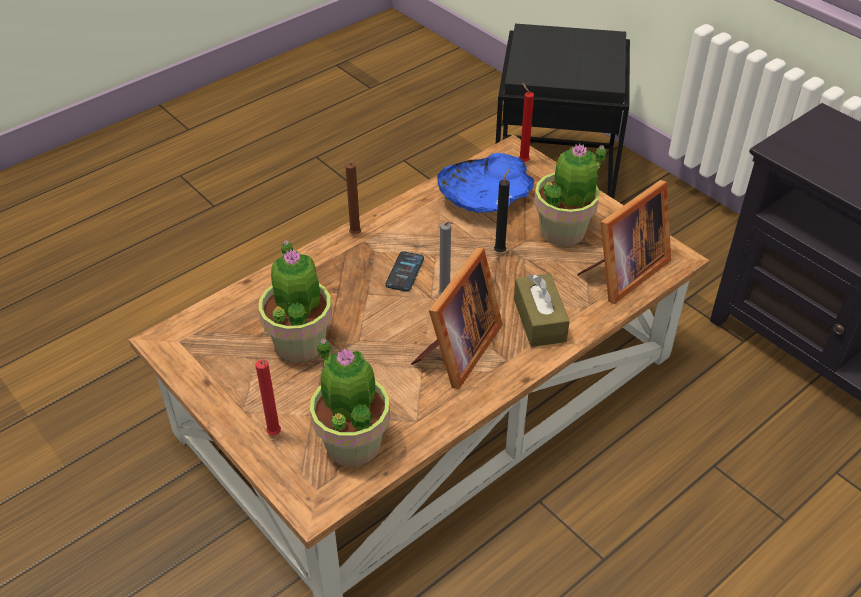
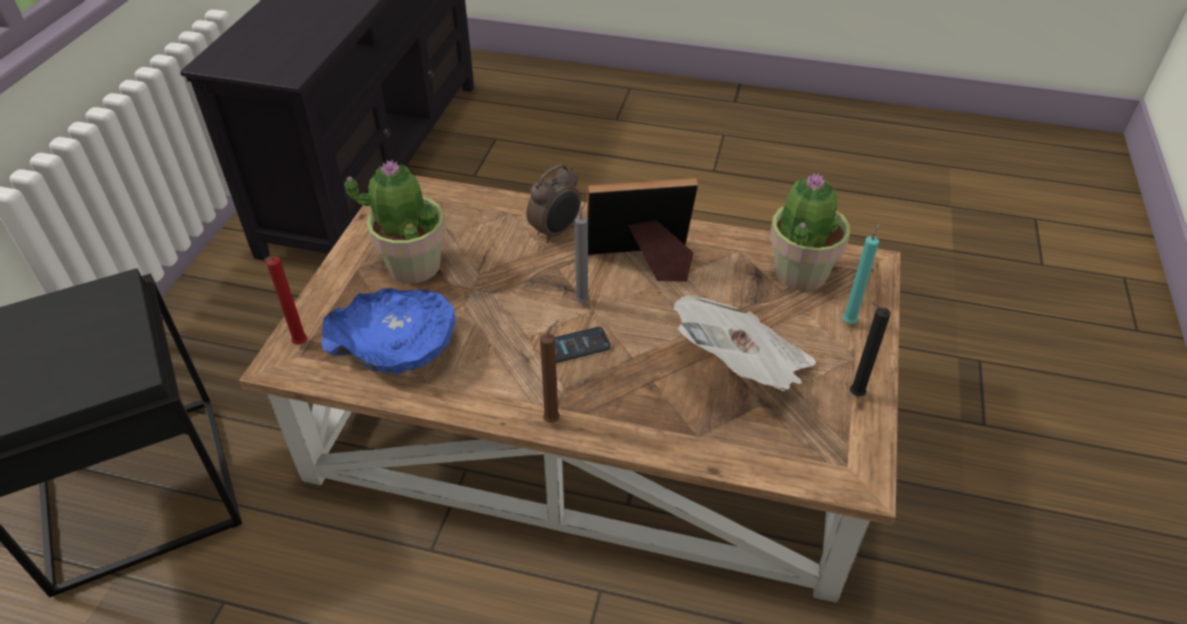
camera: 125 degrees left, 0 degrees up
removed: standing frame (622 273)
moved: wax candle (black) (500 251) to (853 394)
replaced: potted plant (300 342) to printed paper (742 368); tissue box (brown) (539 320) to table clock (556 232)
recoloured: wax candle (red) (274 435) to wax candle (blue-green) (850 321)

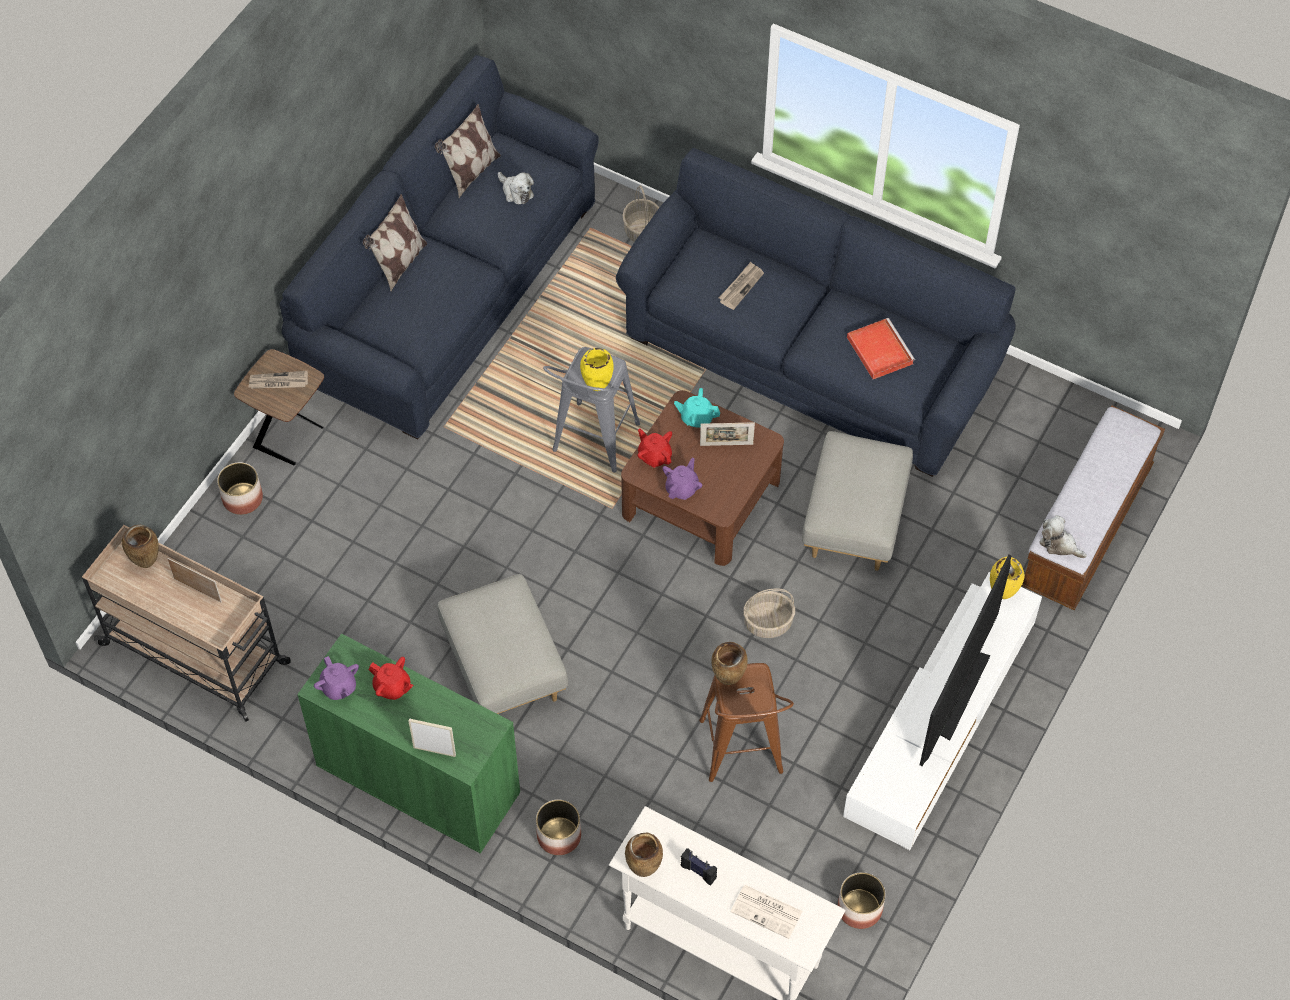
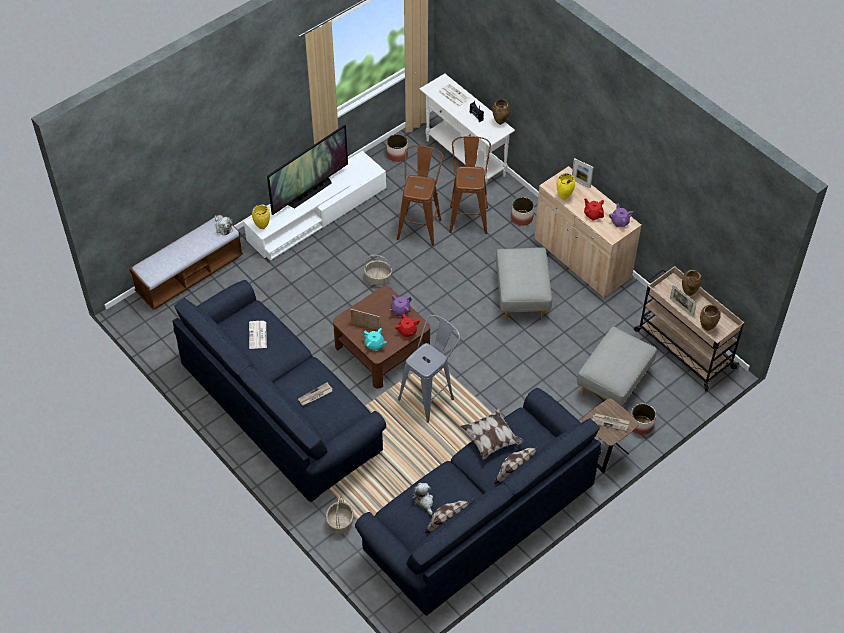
camera: 160 degrees left, 5 degrees down
added: stool (brown) (469 215); throw pillow (491 440)
moved: vase (yellow) (597 387) to (564 198); footrest (greyish) (853 520) to (614 382); vase (brown) (728 680) to (688 293)
replaced: tray (red) (878 349) to printed paper (258 335)
recoloured: cupboard (green) (418 780) to cupboard (sand-coloured) (582 259)

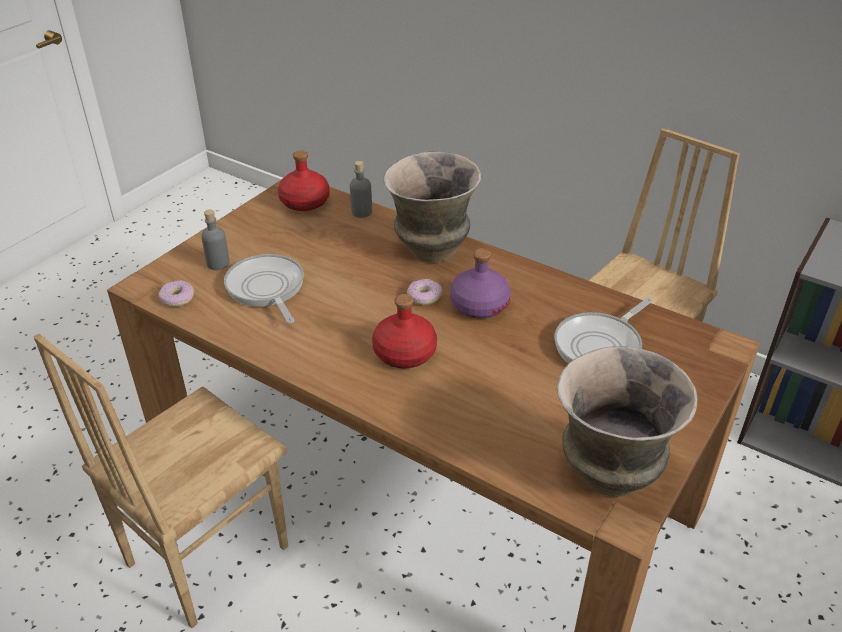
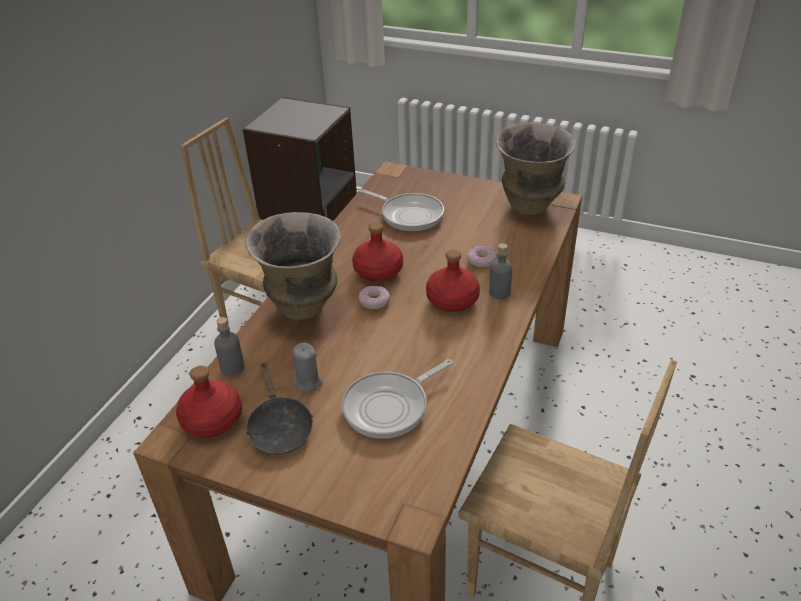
camera: 100 degrees left, 0 degrees up
added: wax candle (greyish) (307 382); pan (black) (279 427)
moved: beverage bottle (greyish) (218 263) to (499 292); donut (177 298) to (482 260)
recoloured: beverage bottle (purple) (478 305) to beverage bottle (red) (378 271)

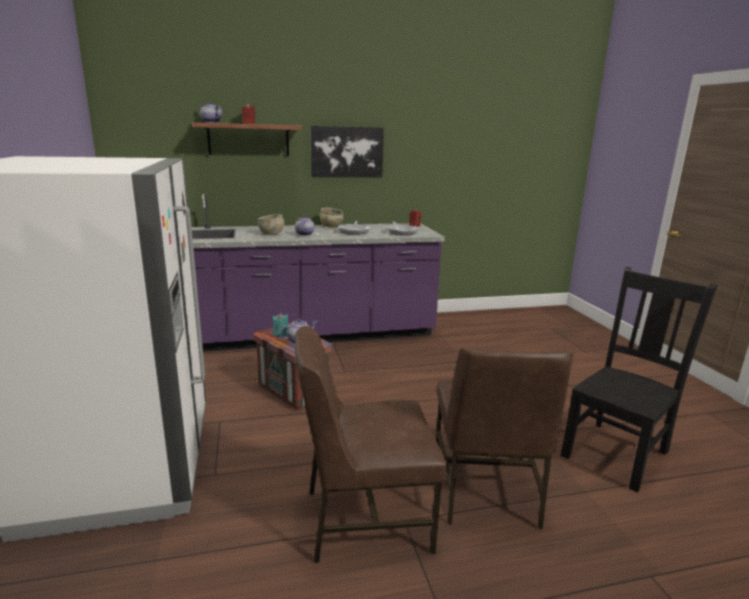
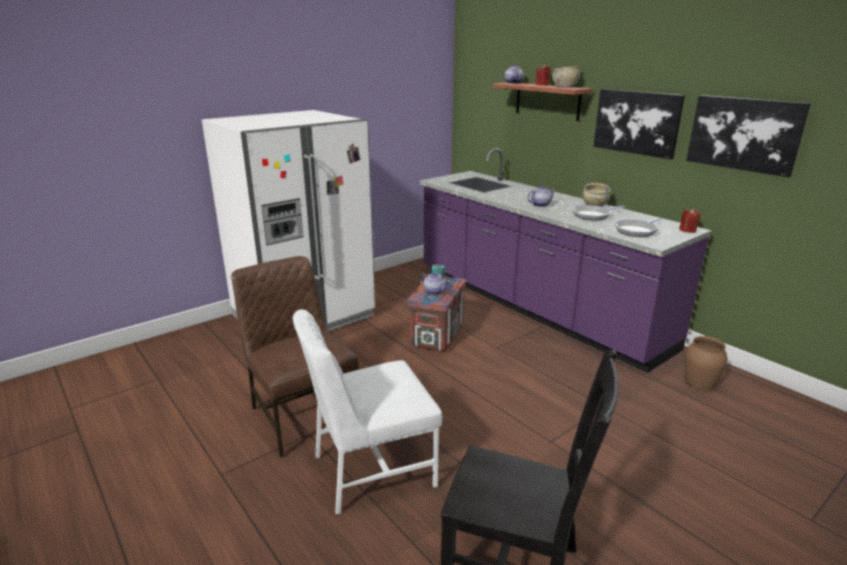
camera: 65 degrees right, 5 degrees up
added: wall art (744 134); vase (brown) (700 383)
moved: deep dish (sand-coloured) (271 233) to (564 87)
recoloured: upright chair (brown) (485 490) to upright chair (white) (371 470)

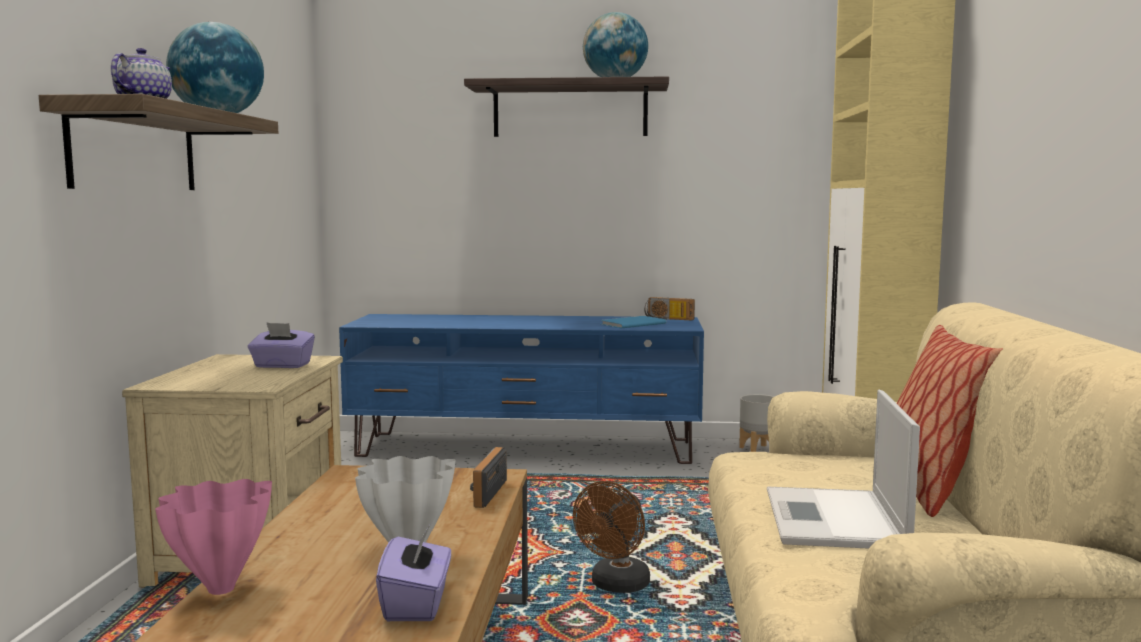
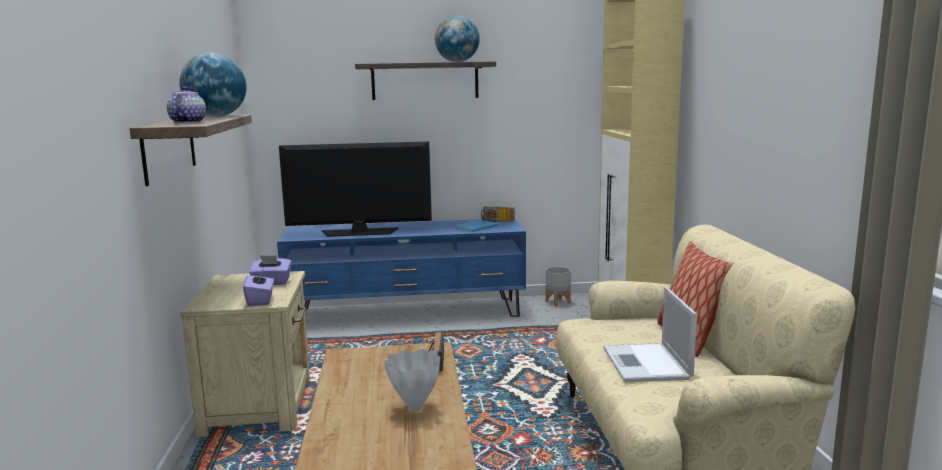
camera: 10 degrees left, 5 degrees up
removed: vase (pink) (219 590); fan (brown) (616 586)
added: TV set (359 232)
moved: tissue box (purple) (417 604) to (260 300)

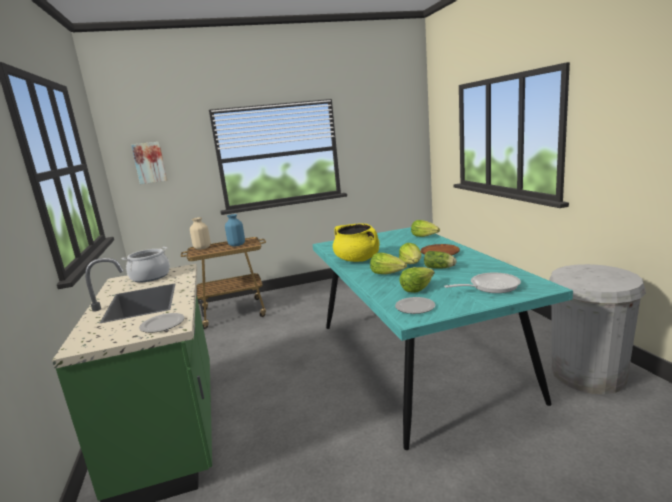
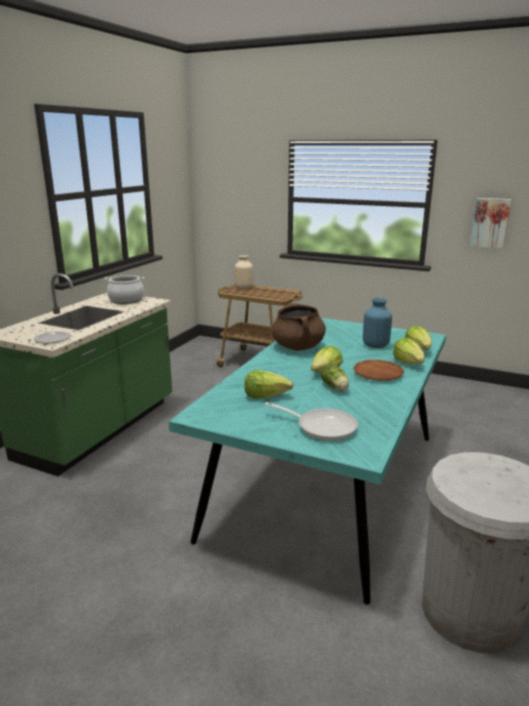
camera: 40 degrees right, 5 degrees up
removed: flat dish (415 307)
moved: wall art (149 162) to (490 223); vase (blue) (237 245) to (376 346); head of lettuce (387 273) to (409 363)
recoloured: cooking pot (yellow) (357 259) to cooking pot (brown) (298 347)

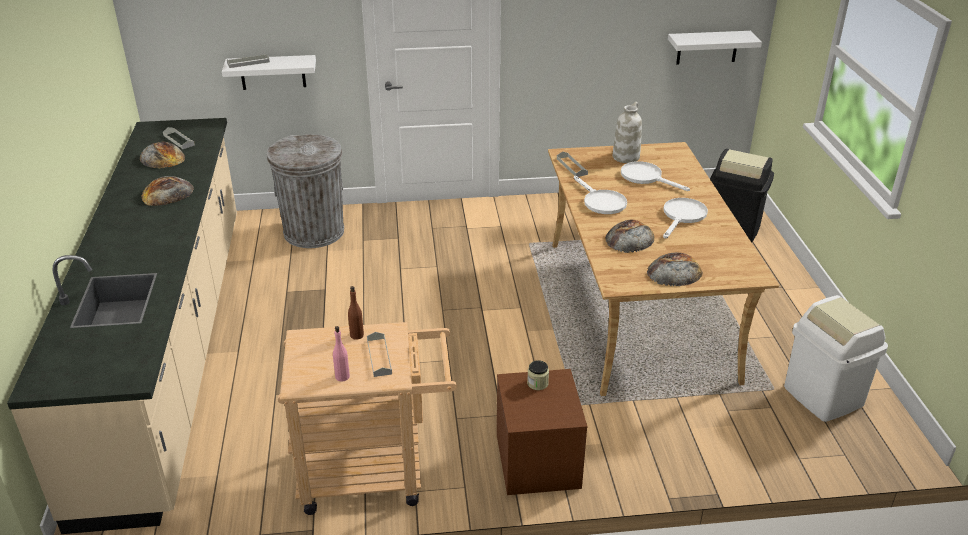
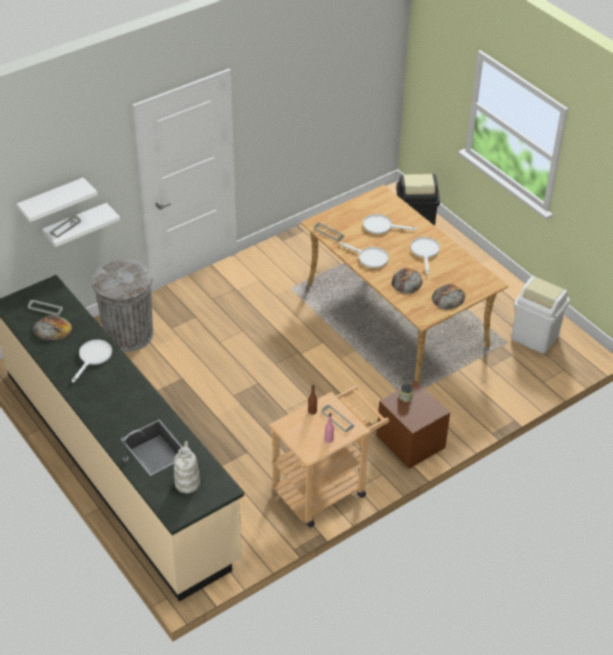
camera: 30 degrees left, 10 degrees up
moved: wall shelf (white) (707 47) to (52 201); vase (white) (625 157) to (187 483)
replaced: baked bread (167 193) to pan (white) (93 357)

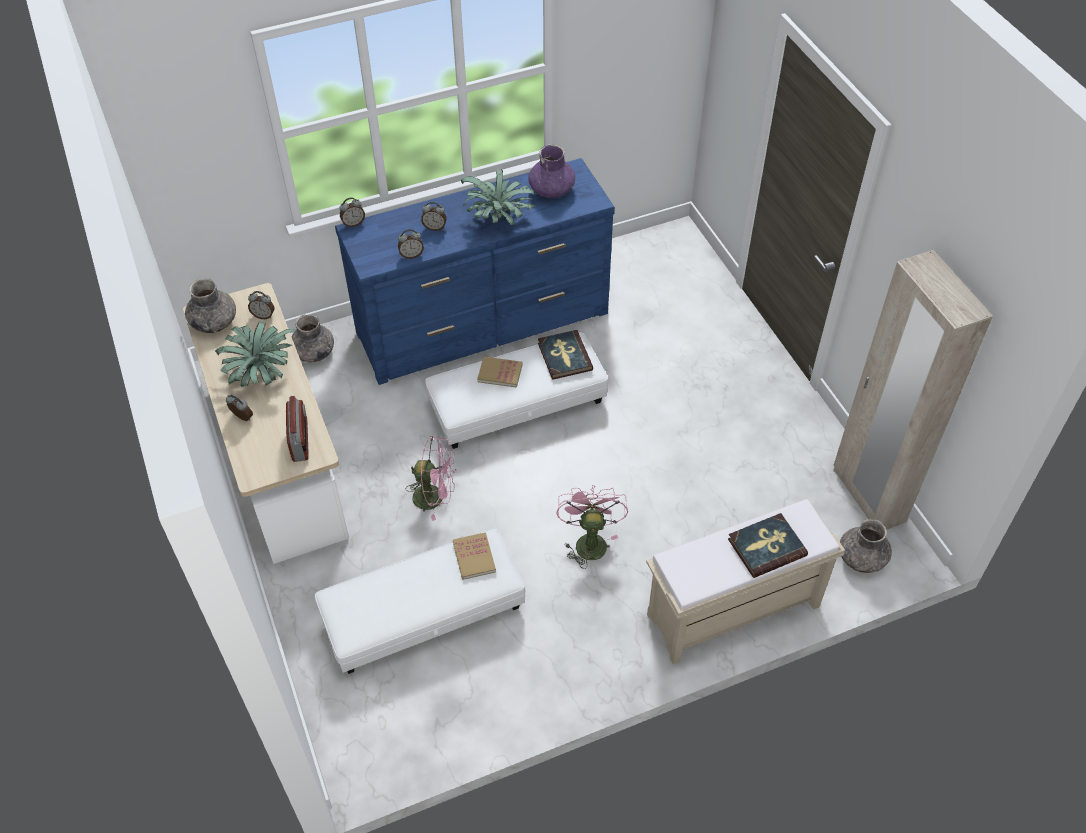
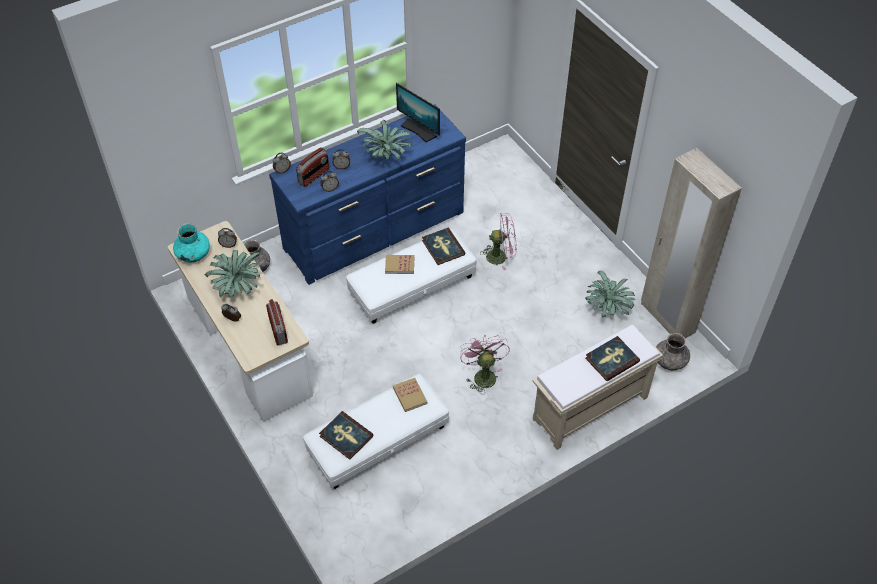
camera: 10 degrees left, 0 degrees up
added: radio (314 176); potted plant (608 308); book (346 436)
moved: fan (pink) (435 497) to (501 256)
replaced: vase (purple) (552 190) to computer display (419 130)
recoloured: vase (greyish) (214 322) to vase (blue-green) (193 254)

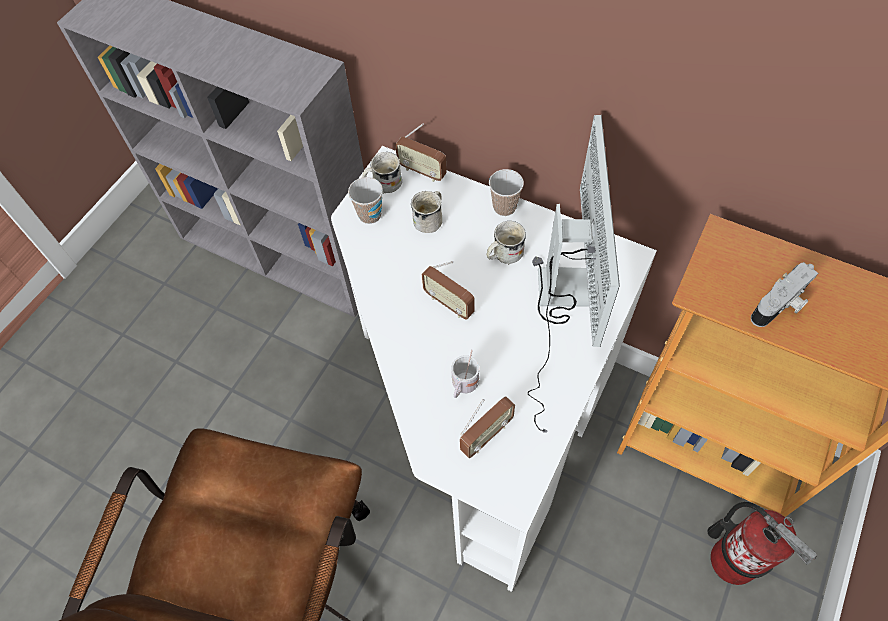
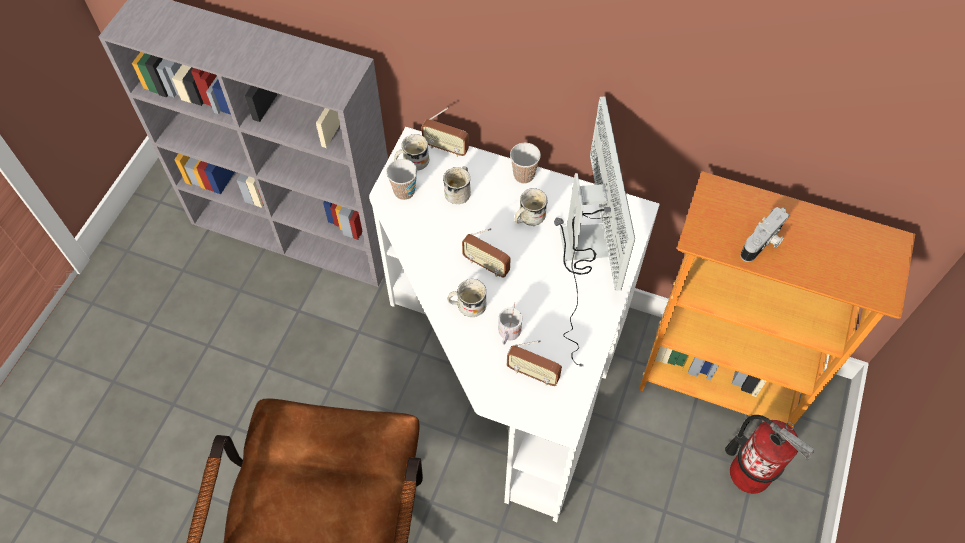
camera: 10 degrees left, 0 degrees up
added: tea mug (white) (467 305)
turned: radio (486 435) = (533 373) 75 degrees clockwise

